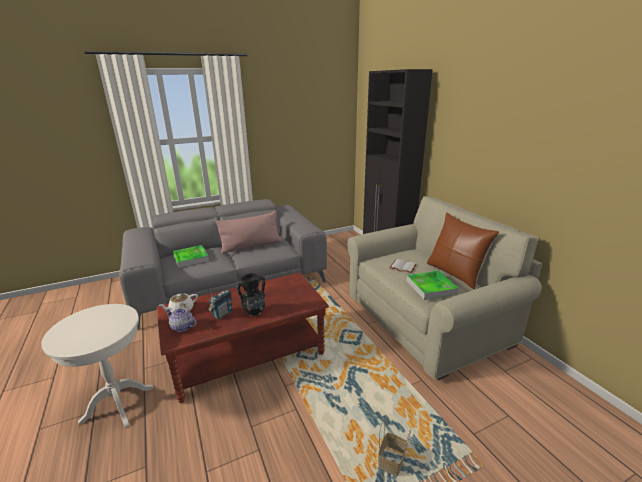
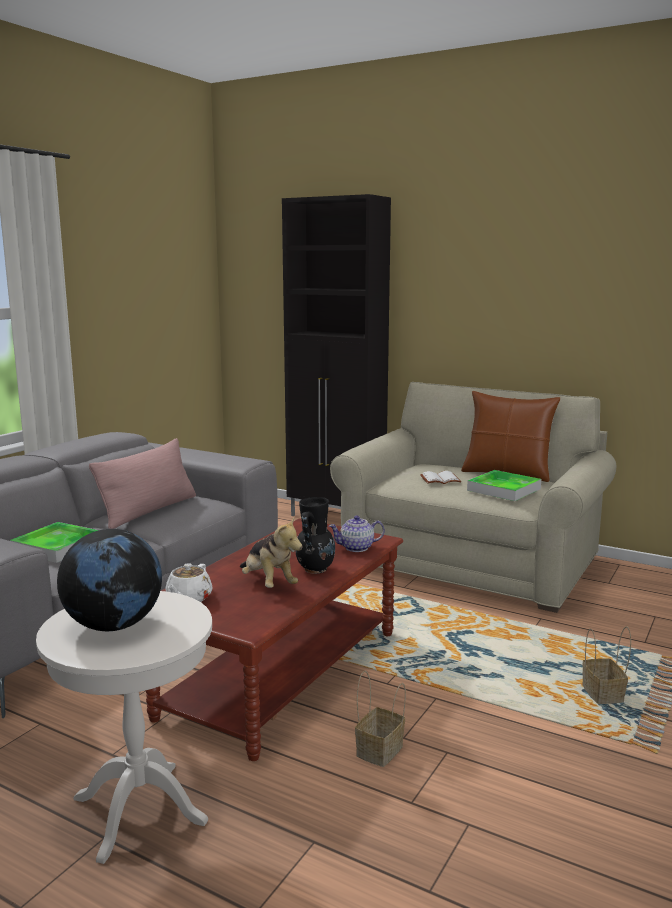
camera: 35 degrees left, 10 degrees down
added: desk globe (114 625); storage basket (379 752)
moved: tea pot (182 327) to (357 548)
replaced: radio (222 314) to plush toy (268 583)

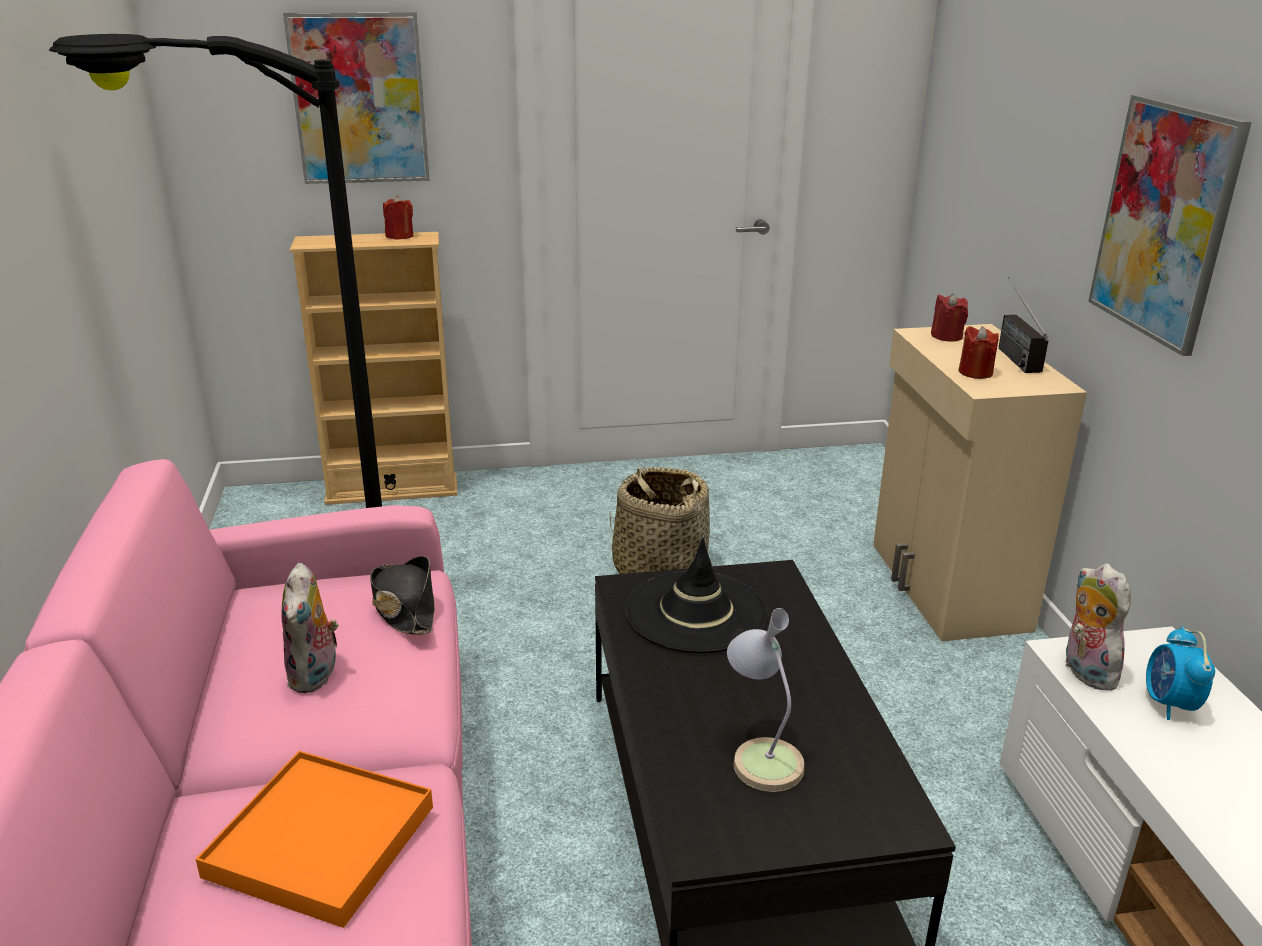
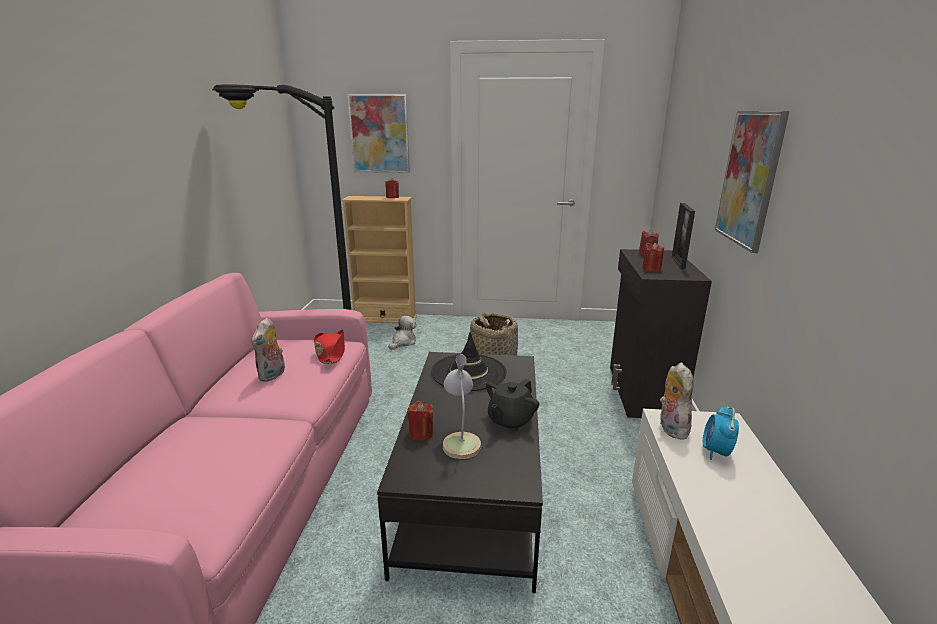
camera: 15 degrees right, 5 degrees down
removed: tray (orange) (320 841)
added: plush toy (403 342); tea pot (black) (510 420); wax candle (red) (421 433)
replaced: radio (1010 353) to standing frame (678 262)
recoloured: cupboard (sand-coloured) (946 587) to cupboard (black) (642 392); clothing hat (black) (404 607) to clothing hat (red) (331 353)

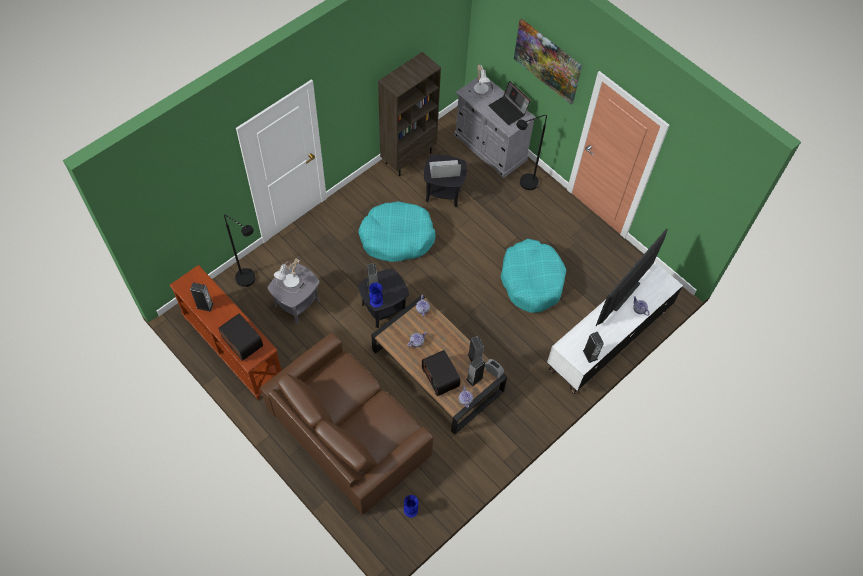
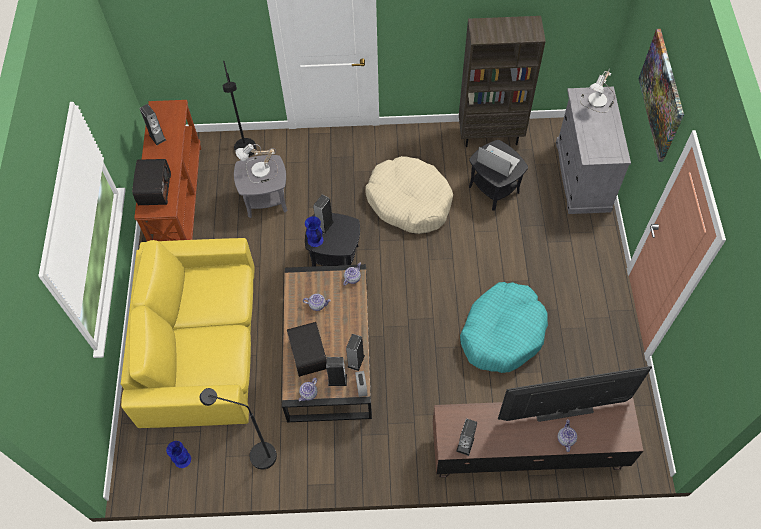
camera: 45 degrees right, 0 degrees up
removed: portable computer (508 110)
moved: floor lamp (black) (524 184) to (256 454)
recoloured: dog bed (blue-green) (397 237) to dog bed (sand-coloured) (409 201); tv stand (white) (607 340) to tv stand (brown) (526 450); settee (brown) (349 430) to settee (yellow) (201 344)
turned: radio (441 377) = (307 355) 150 degrees clockwise

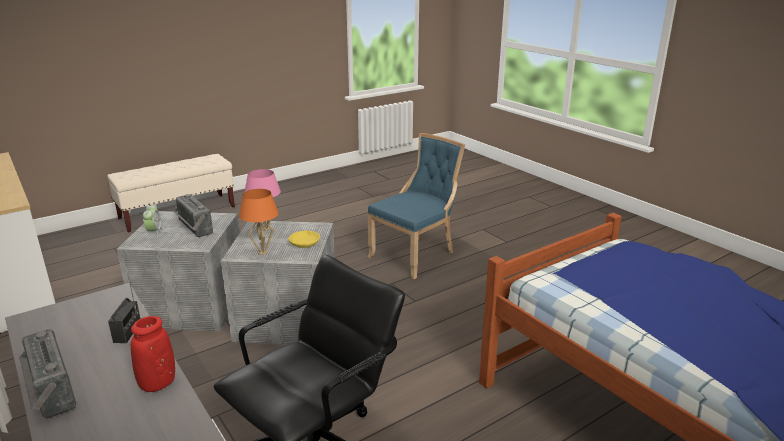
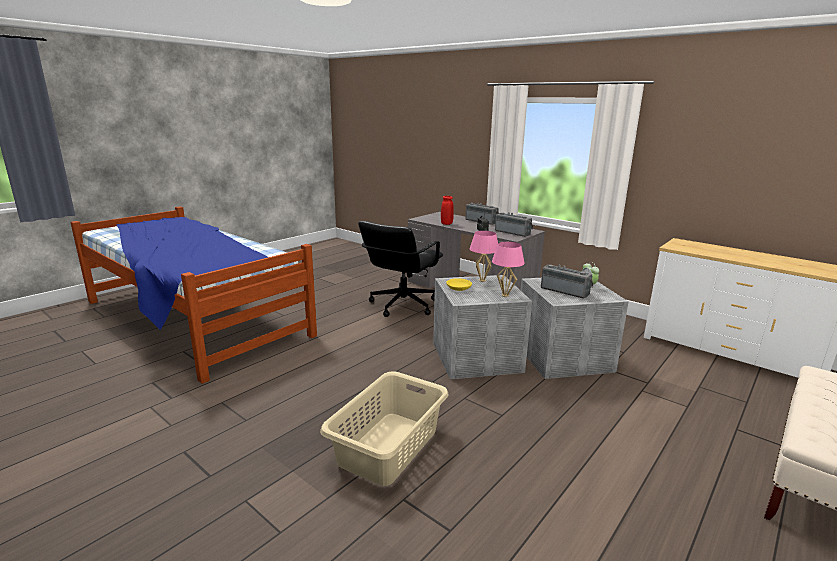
camera: 165 degrees right, 5 degrees down
added: radio (513 232)
replaced: upright chair (blue) (416 255) to laundry basket (sand-coloured) (387 446)
recoloured: table lamp (orange) (263 252) to table lamp (pink) (482 280)

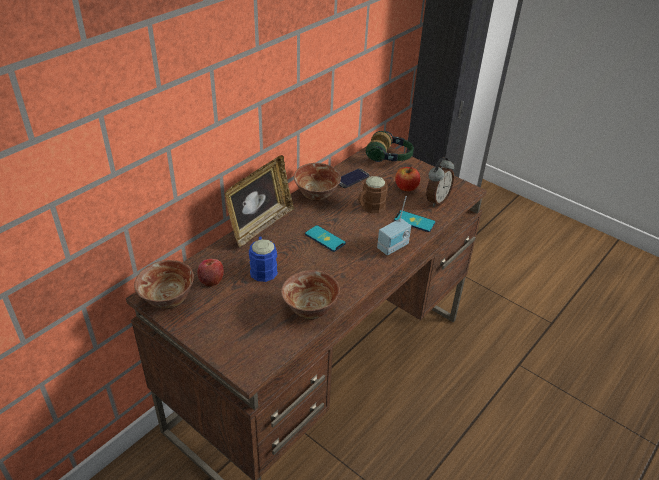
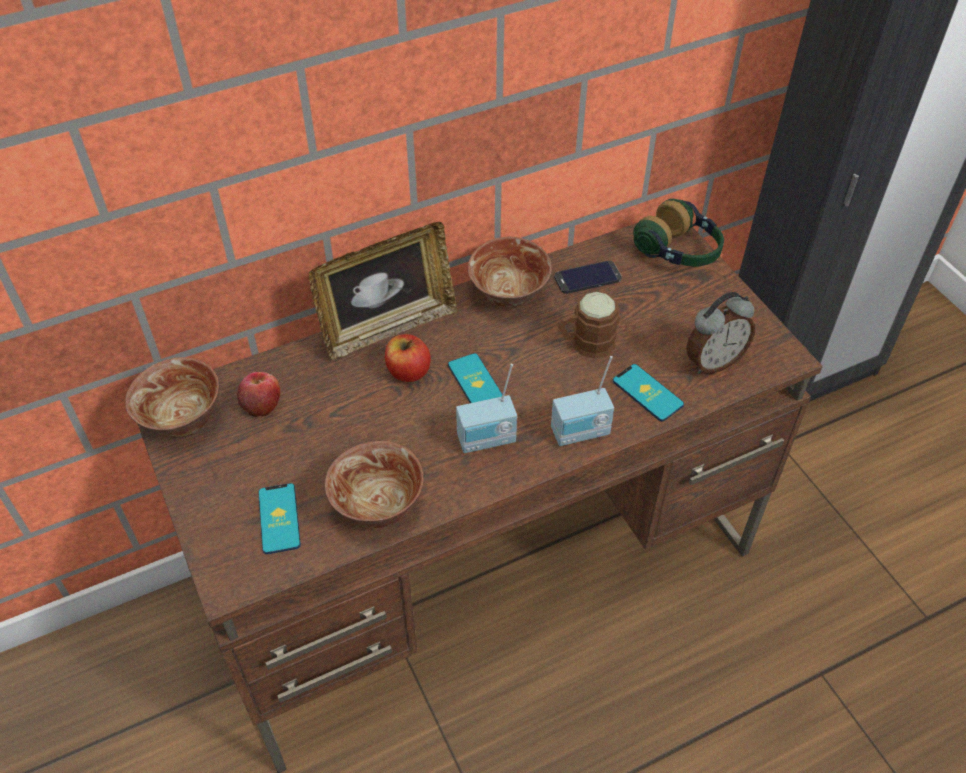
camera: 25 degrees right, 10 degrees up
removed: tea mug (blue) (263 268)
added: radio (487 441); telephone (279 518)
moved: apple (406 187) to (408 371)

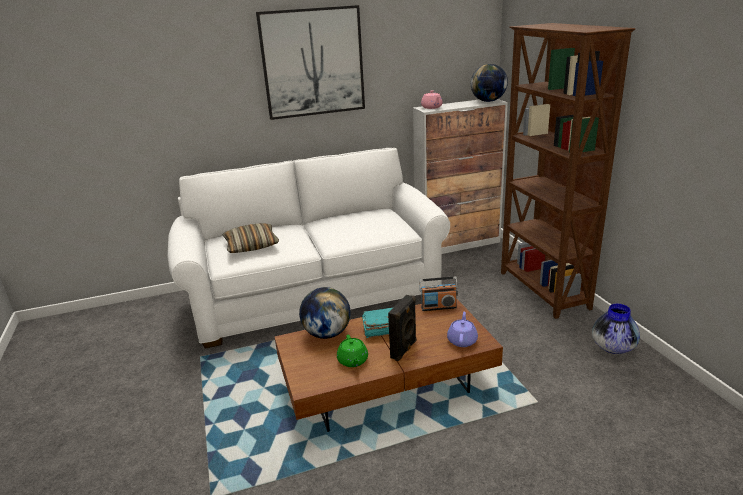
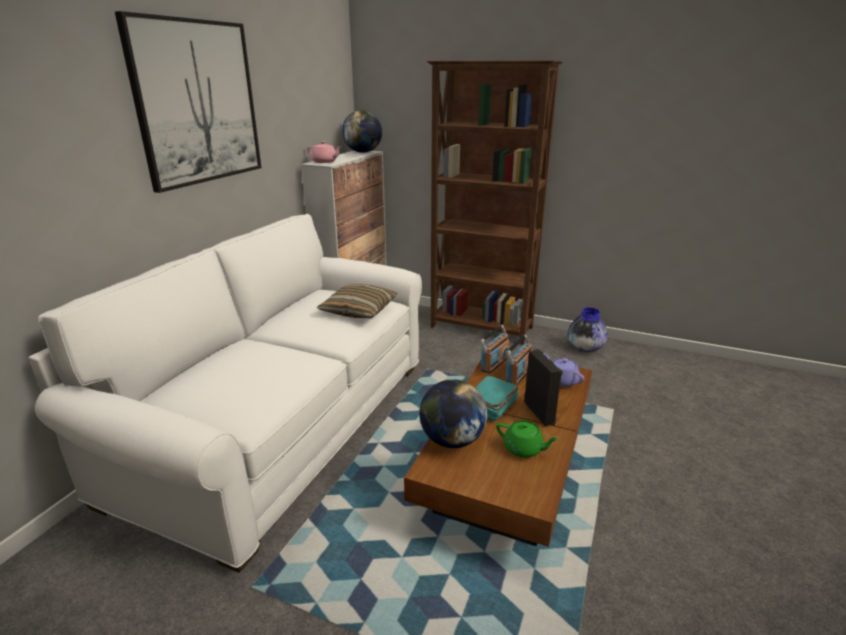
camera: 50 degrees left, 0 degrees up
added: radio (518 375)
moved: throw pillow (251 245) to (359 310)

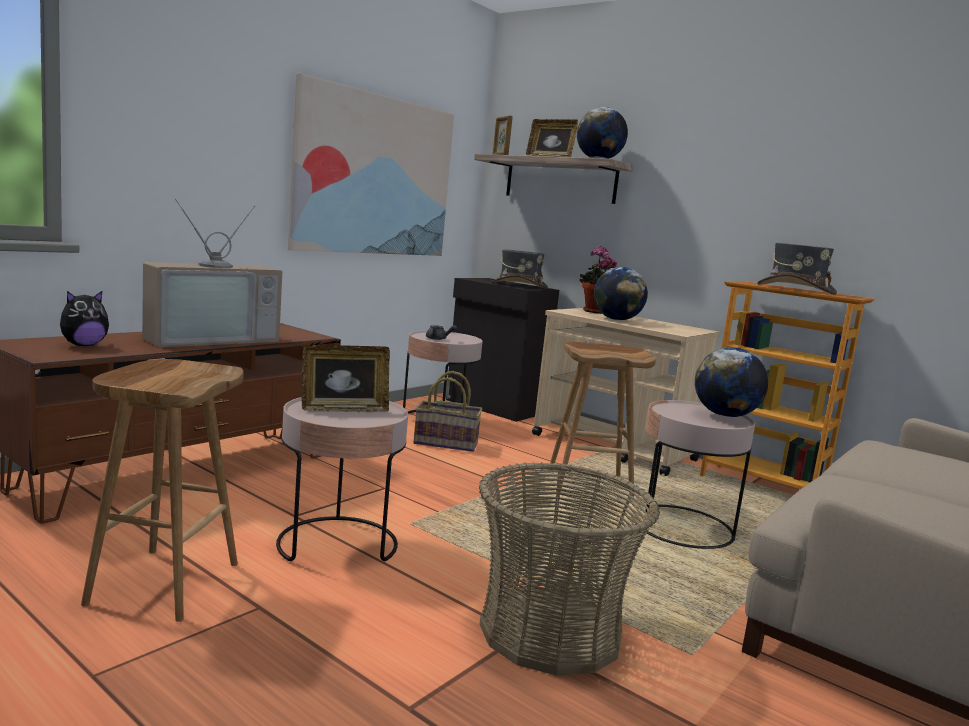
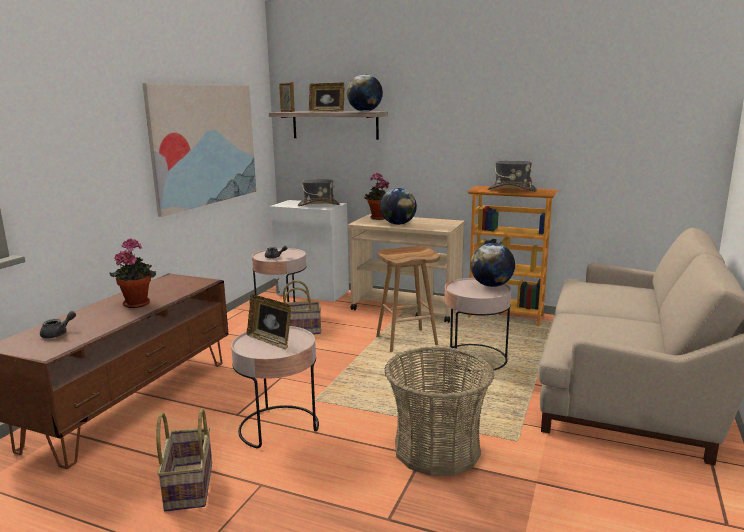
camera: 15 degrees left, 5 degrees up
replaced: TV set (210 338) to potted plant (137 303); plush toy (83 345) to tea pot (greyish) (58 334); stool (brown) (164 582) to storage basket (188 486)
recoloured: cupboard (black) (493 407) to cupboard (white) (312 293)
turned: standing frame (344 409) = (270 341) 75 degrees clockwise

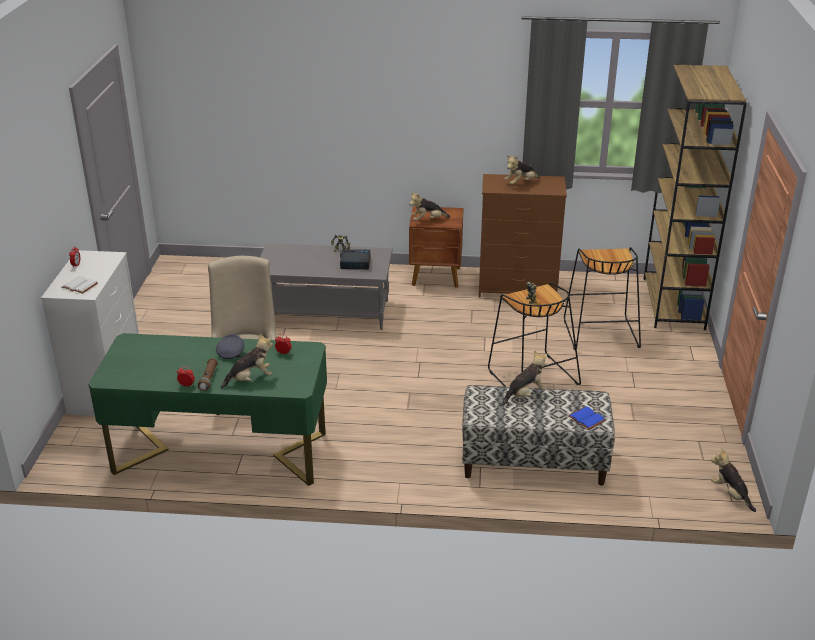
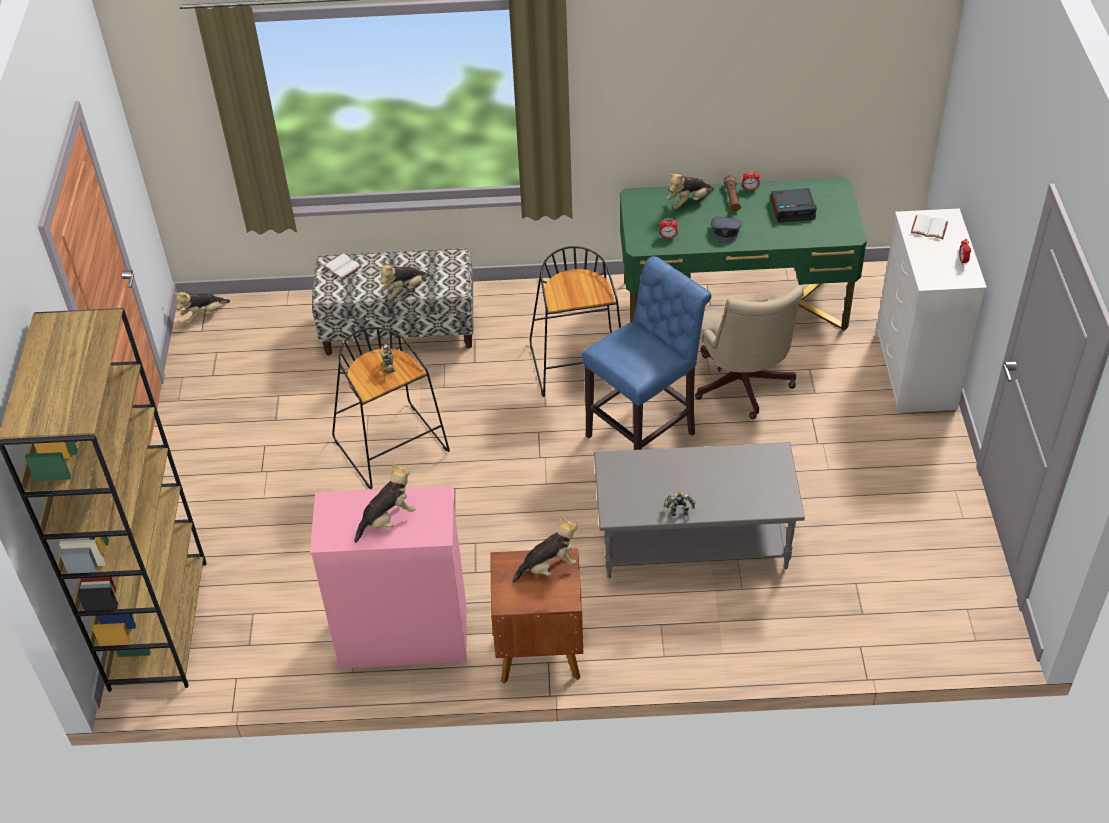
camera: 175 degrees right, 15 degrees up
added: stool (blue) (645 432)
moved: stool (black) (599 333) to (579 366); table clock (355 263) to (793 209)
recoloured: dresser (brown) (518 288) to dresser (pink) (402 636); book (blue) (585 419) to book (white) (343 267)
turned: plush toy (730 494) = (203 315) 90 degrees clockwise

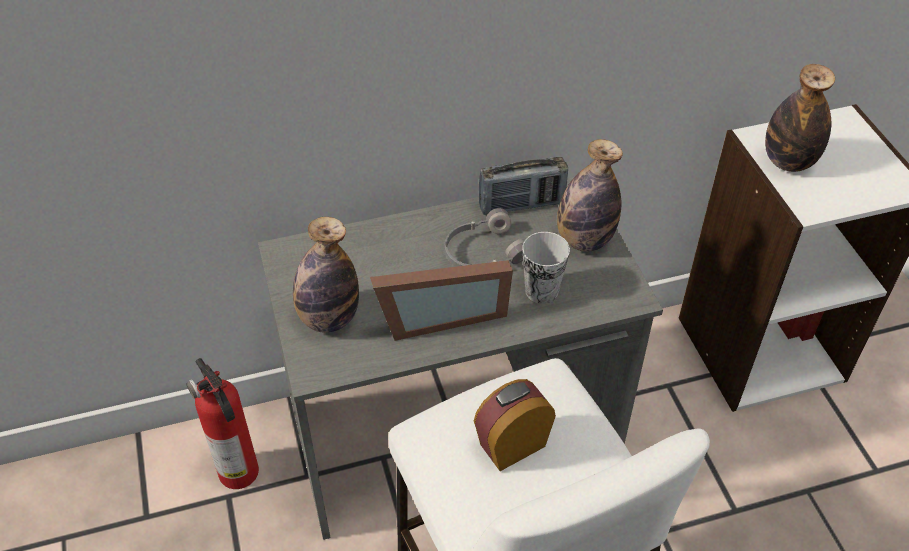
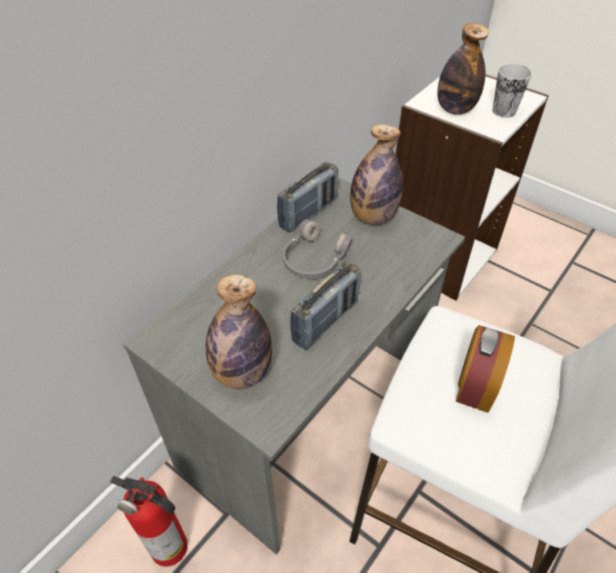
camera: 35 degrees left, 0 degrees up
moved: cup (541 291) to (504 111)
replaced: standing frame (439 315) to radio (326 321)

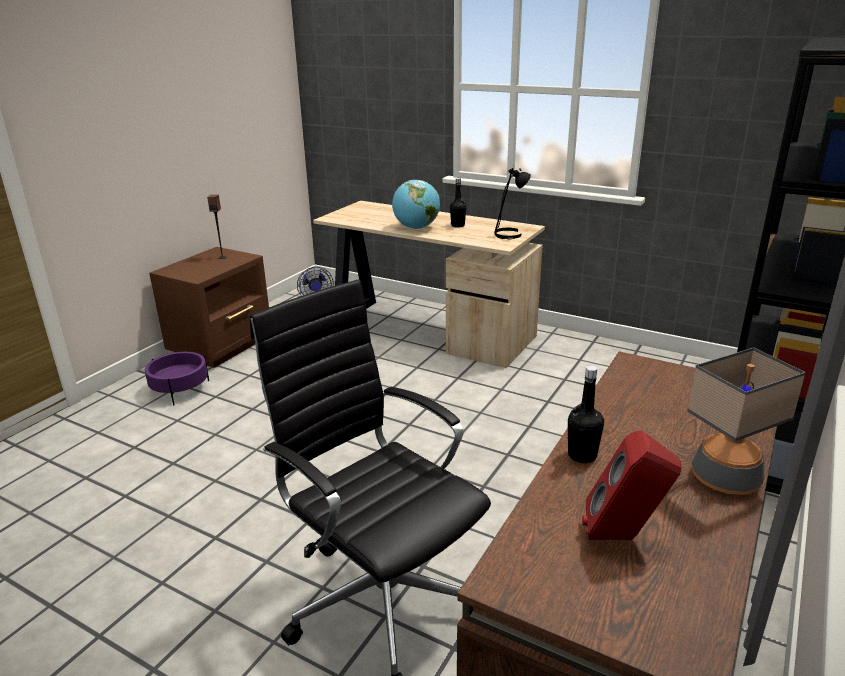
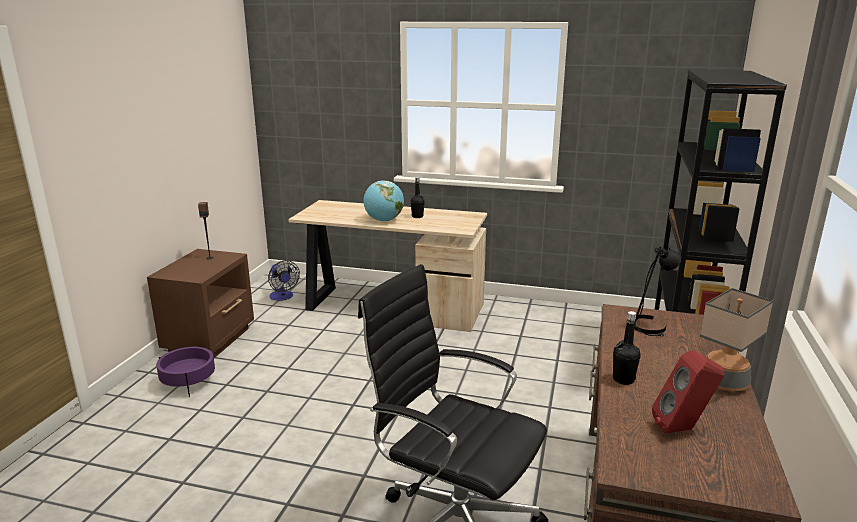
camera: 15 degrees left, 5 degrees down
moved: table lamp (black) (508 235) to (649 327)

